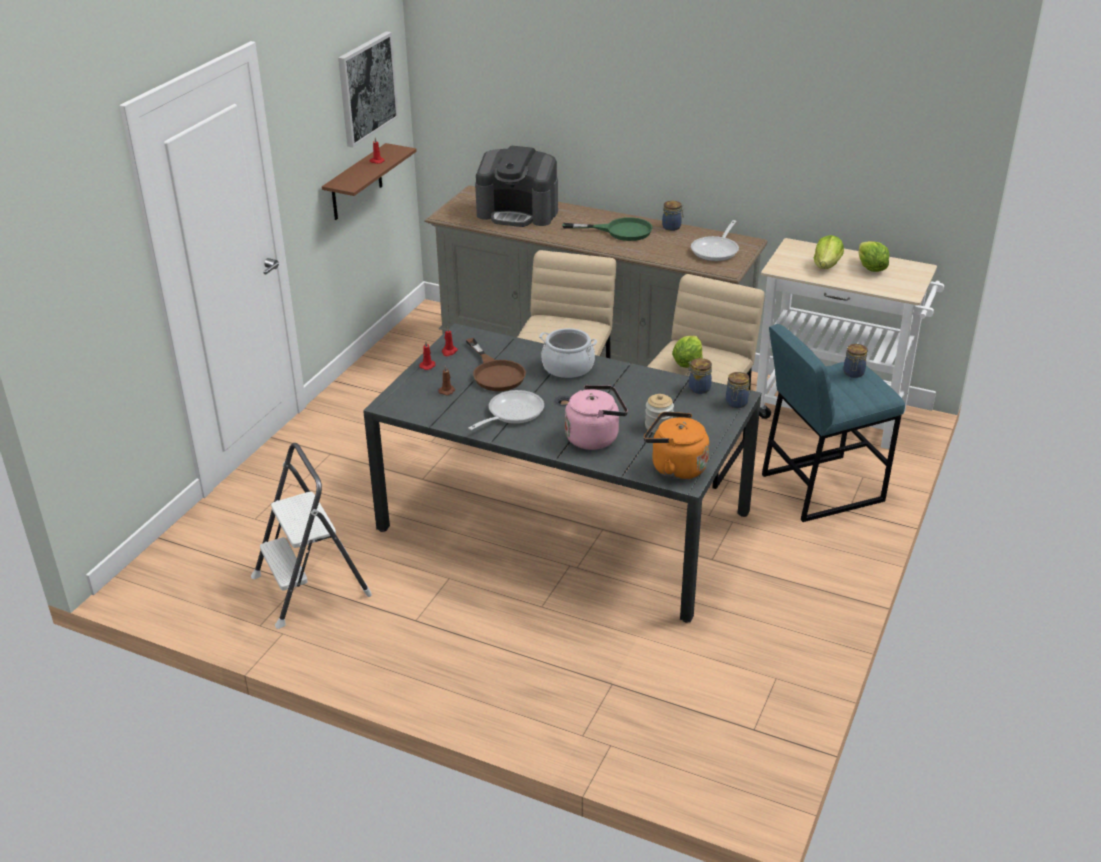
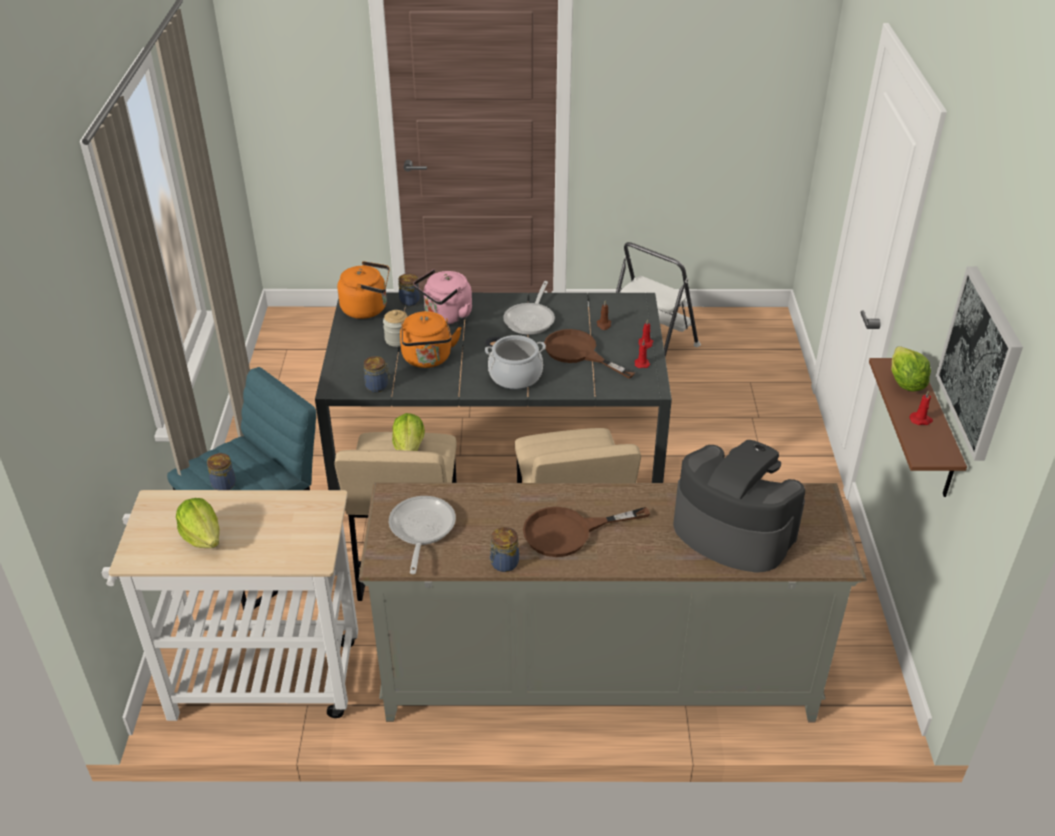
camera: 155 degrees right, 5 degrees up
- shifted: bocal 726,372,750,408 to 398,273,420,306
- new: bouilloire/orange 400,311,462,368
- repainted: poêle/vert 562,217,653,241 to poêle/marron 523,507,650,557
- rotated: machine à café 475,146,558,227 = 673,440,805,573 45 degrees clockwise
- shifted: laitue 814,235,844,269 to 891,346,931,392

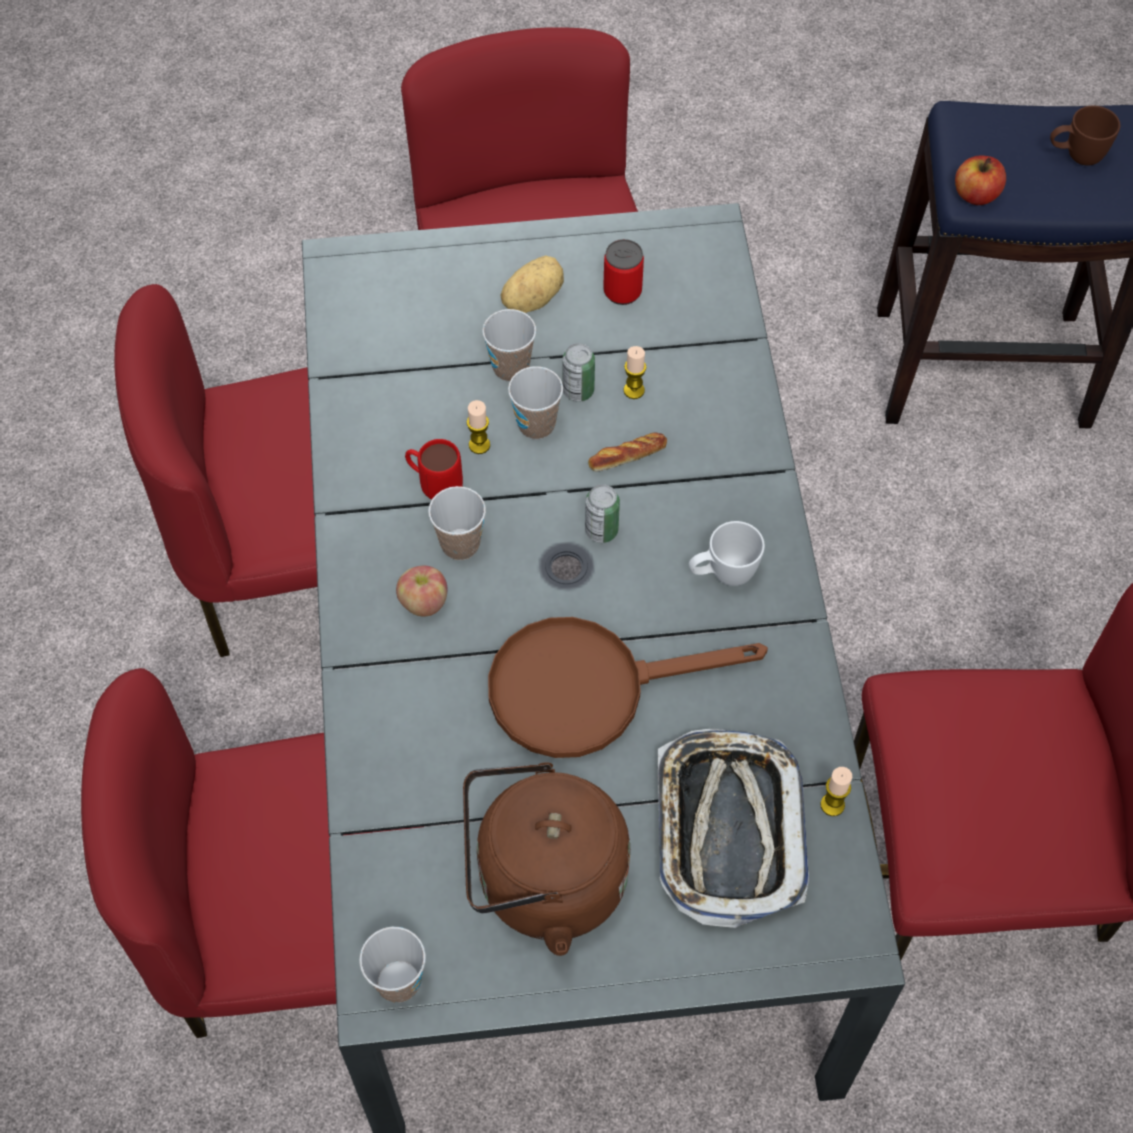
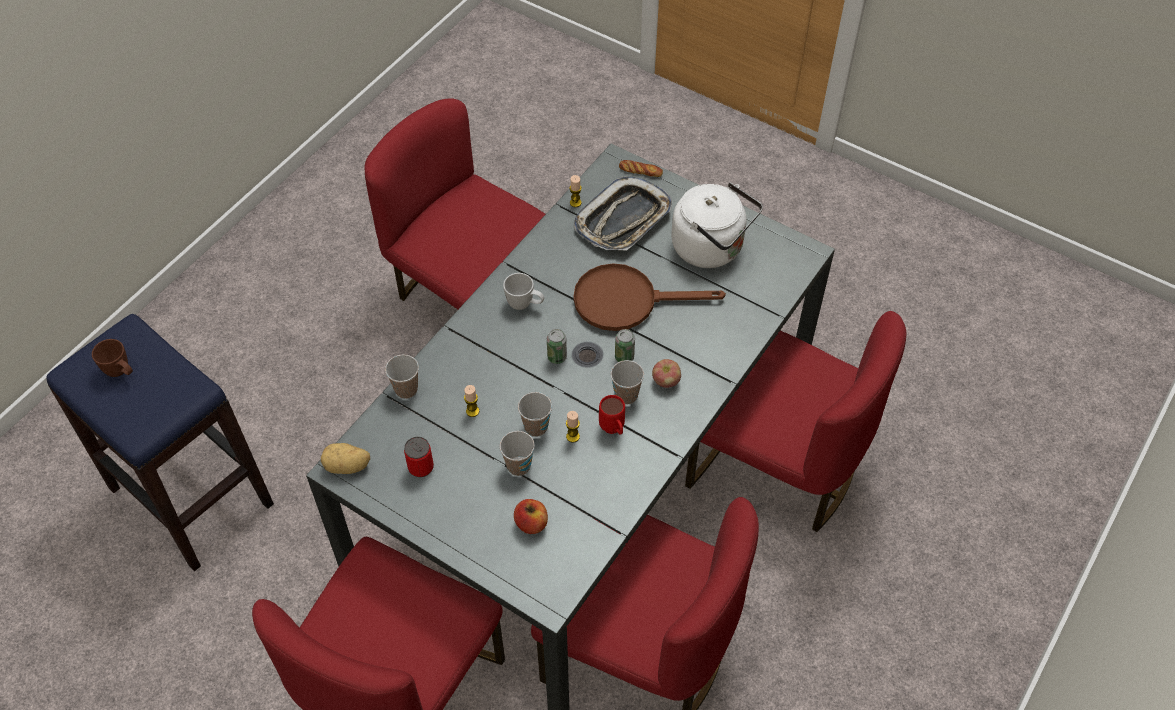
camera: 140 degrees left, 5 degrees down
- shifted: pomme de terre 500,255,564,313 to 321,443,370,474
- shifted: tasse 359,927,426,1003 to 385,355,419,399
- shifted: pomme 955,156,1006,205 to 514,499,548,534
- rotated: poêle/marron 488,617,768,758 = 574,263,726,331 150 degrees clockwise
- shifted: boîte métallique 562,343,595,402 to 615,329,635,362
- shifted: pain 588,432,667,472 to 619,160,663,177
- repainted: bouilloire/marron 463,762,630,956 to bouilloire/blanc 671,183,763,268

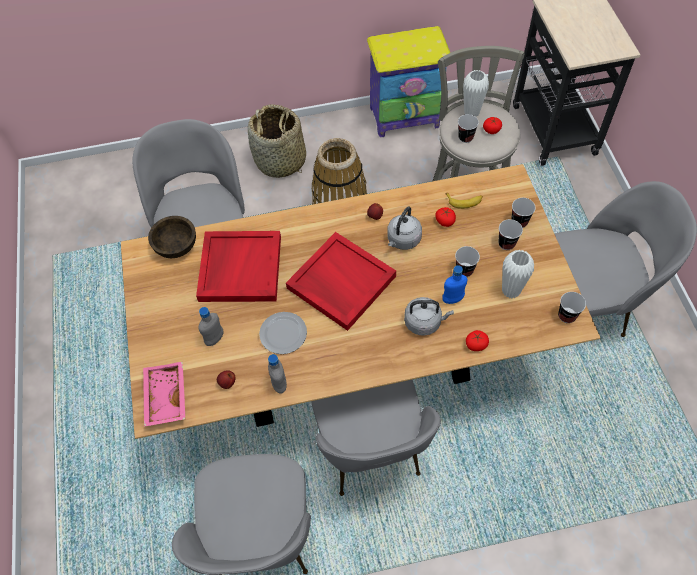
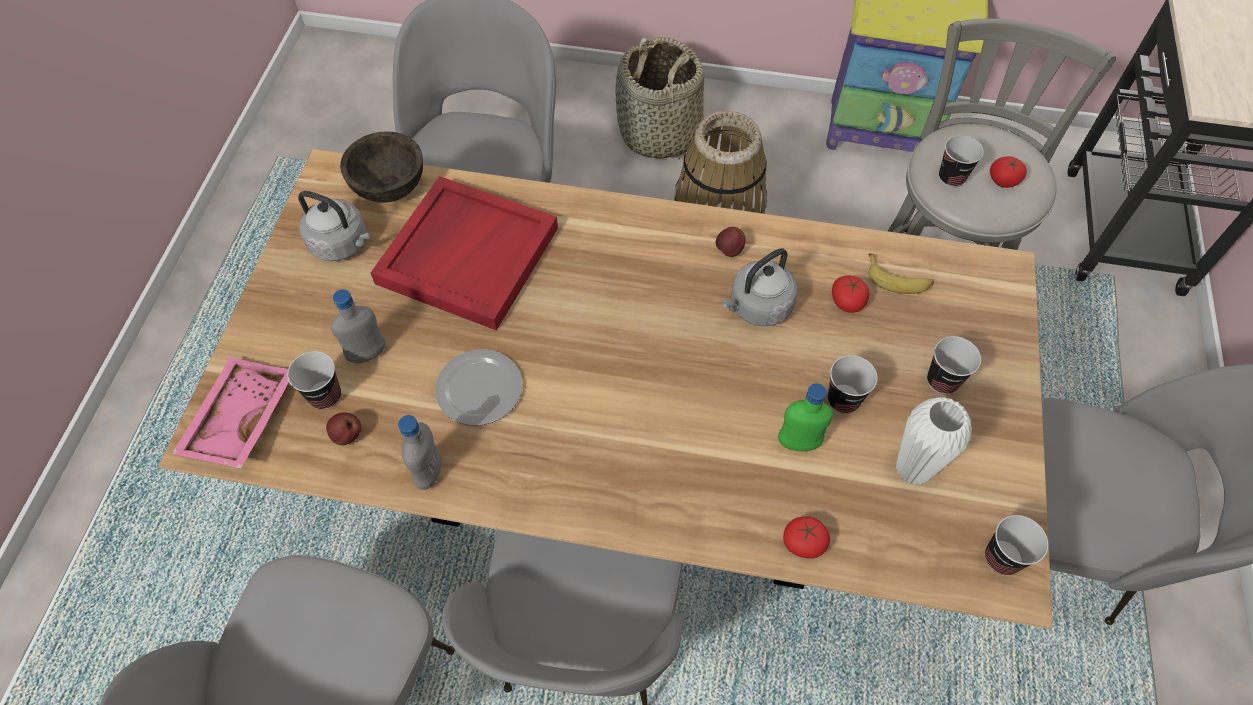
camera: 20 degrees right, 0 degrees up
- shifted: tasse 511,198,536,228 to 287,351,341,410
- shifted: bouilloire/gris 404,297,454,336 to 298,191,371,261
- repainted: bouteille/bleu 442,265,467,304 to bouteille/vert 778,383,833,451
- gone: plateau/rouge 286,232,396,331
- gone: vase/blanc 463,70,489,117

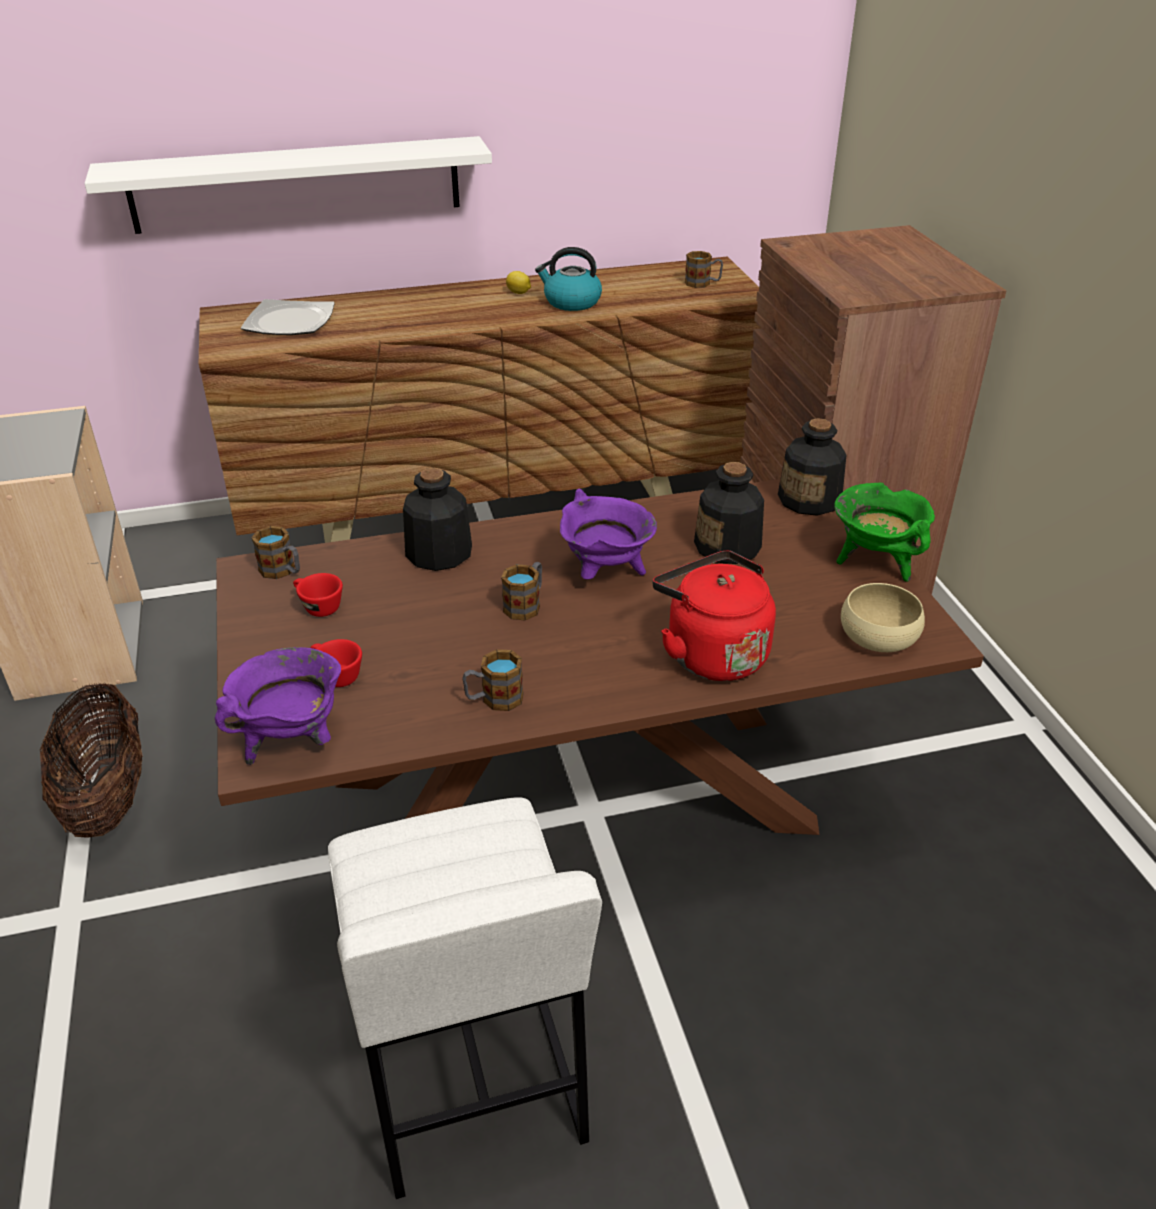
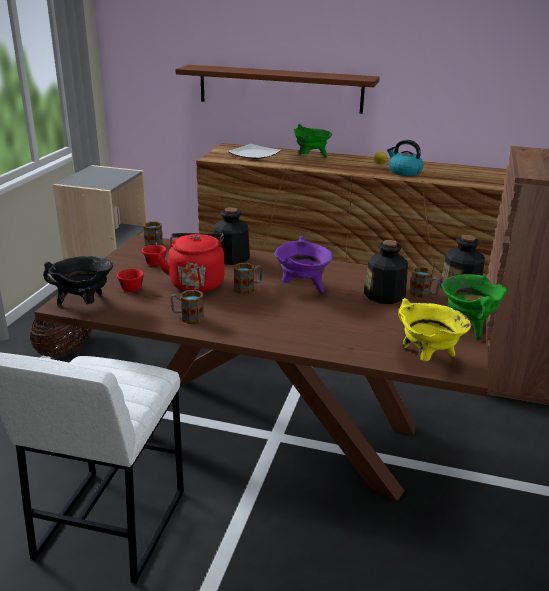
camera: 30 degrees right, 10 degrees down
- repainted: marmite/violet 215,647,341,765 to marmite/noir 43,256,113,306
- shifted: bouilloire/rouge 652,551,776,681 to 155,233,225,292
- repainted: étagère/blanc 85,136,492,234 to étagère/marron 175,65,380,114
- new: marmite/vert 294,124,332,158
- swapped: bol/beige 841,583,925,652 to marmite/jaune 398,298,471,361
- shifted: mug 685,251,723,288 to 409,266,441,298

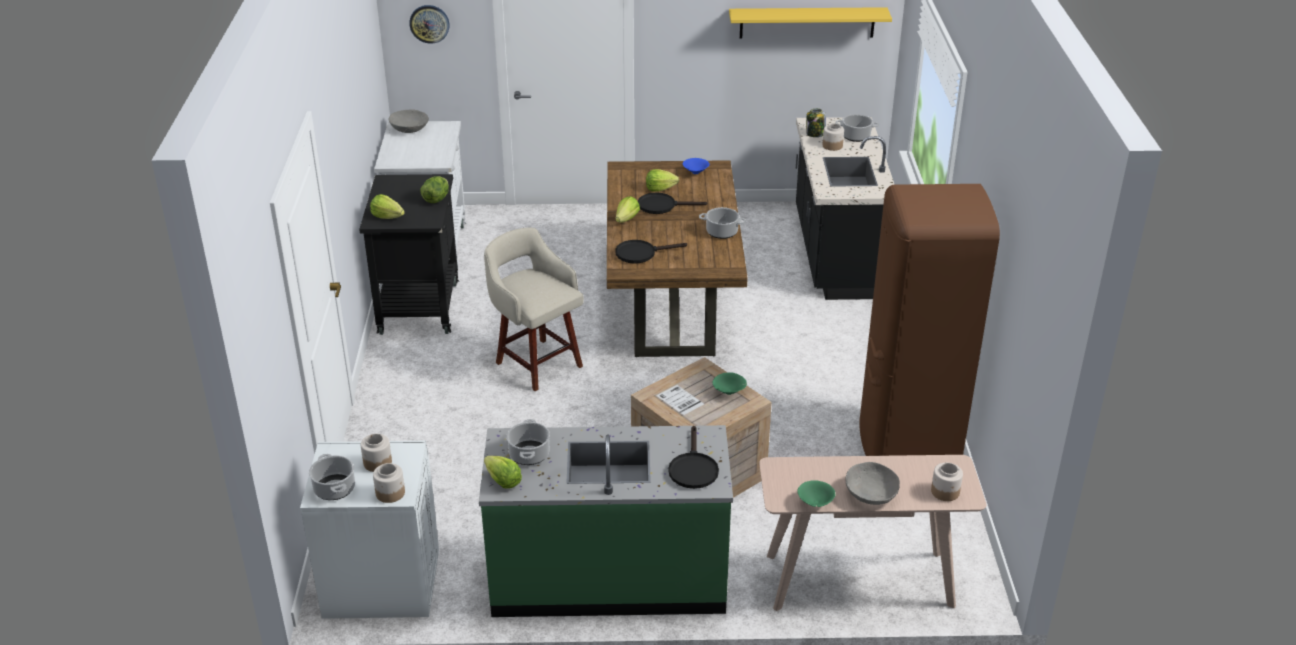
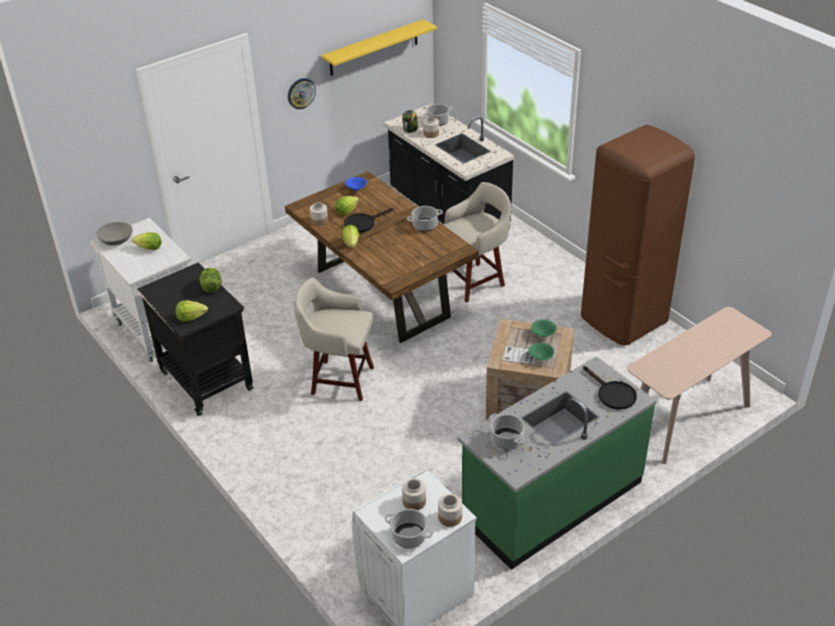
camera: 35 degrees left, 5 degrees up
- shifted: laitue 484,456,522,489 to 132,232,162,250
- shifted: horloge murale 409,5,449,44 to 288,78,316,109
- shifted: bocal 931,463,963,501 to 310,203,328,226
- new: tabouret/beige 443,182,511,303
- shifted: bol/vert 797,480,836,507 to 528,343,554,360
- gone: poêle/noir 615,240,687,264
- gone: bol/gris 845,462,900,505

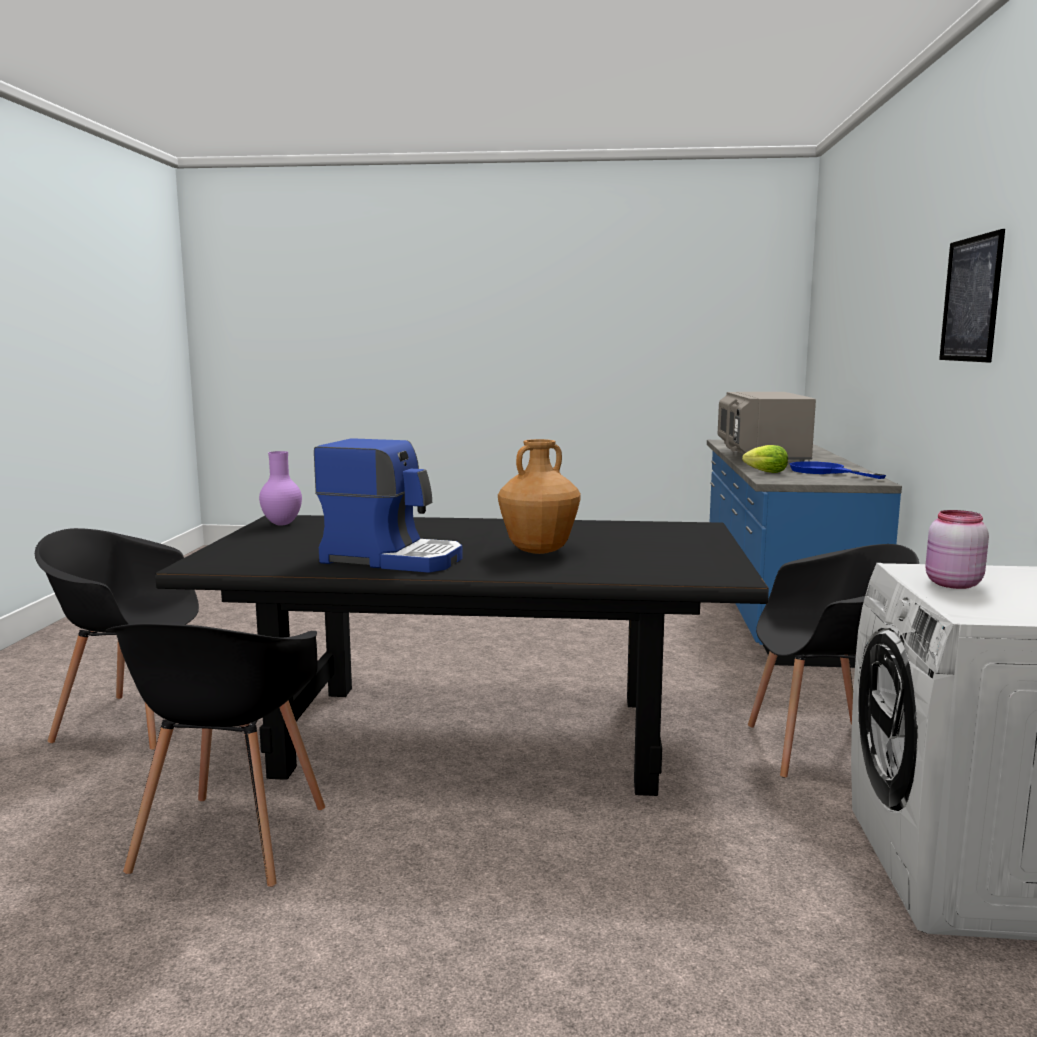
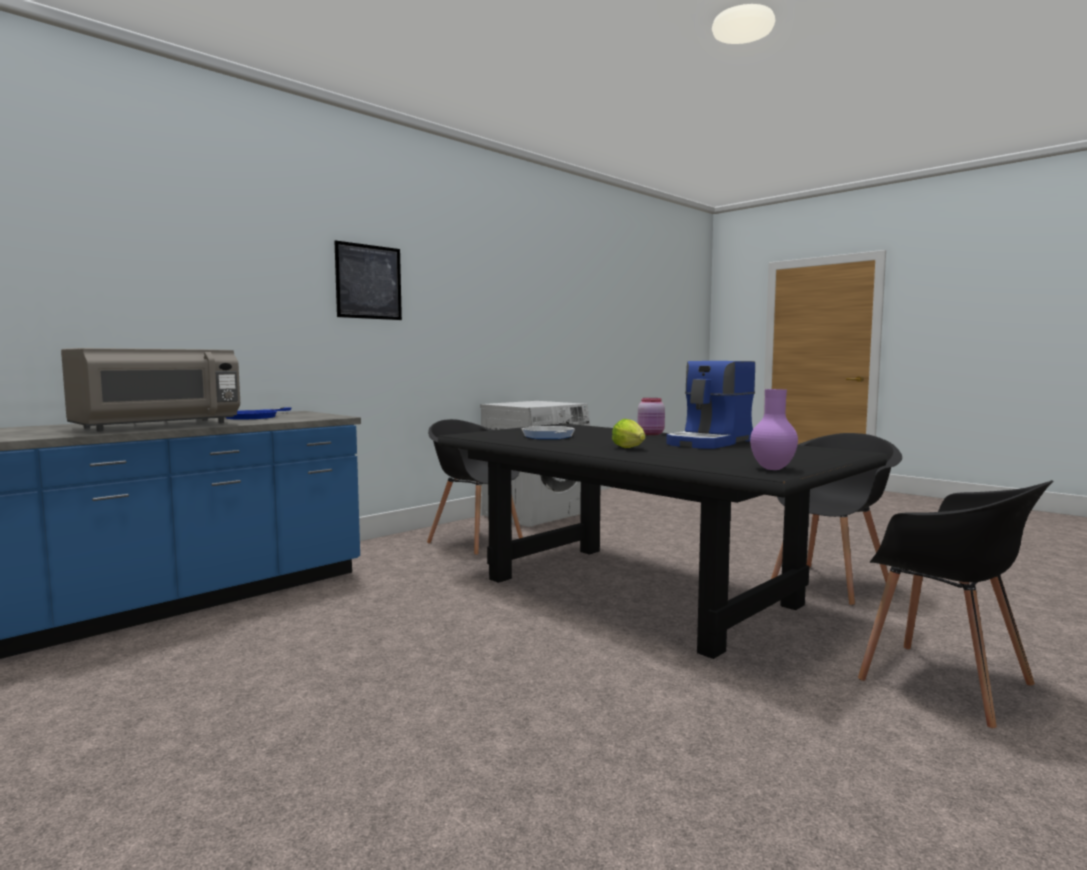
camera: 140 degrees left, 5 degrees down
- new: poêle 521,426,575,439
- shifted: laitue 742,445,788,473 to 612,419,646,448
- shifted: bocal/rose 926,510,989,589 to 638,398,665,435
- rotated: machine à café 314,438,463,573 = 666,361,755,449 105 degrees counterclockwise
- gone: vase/marron 498,439,581,554

